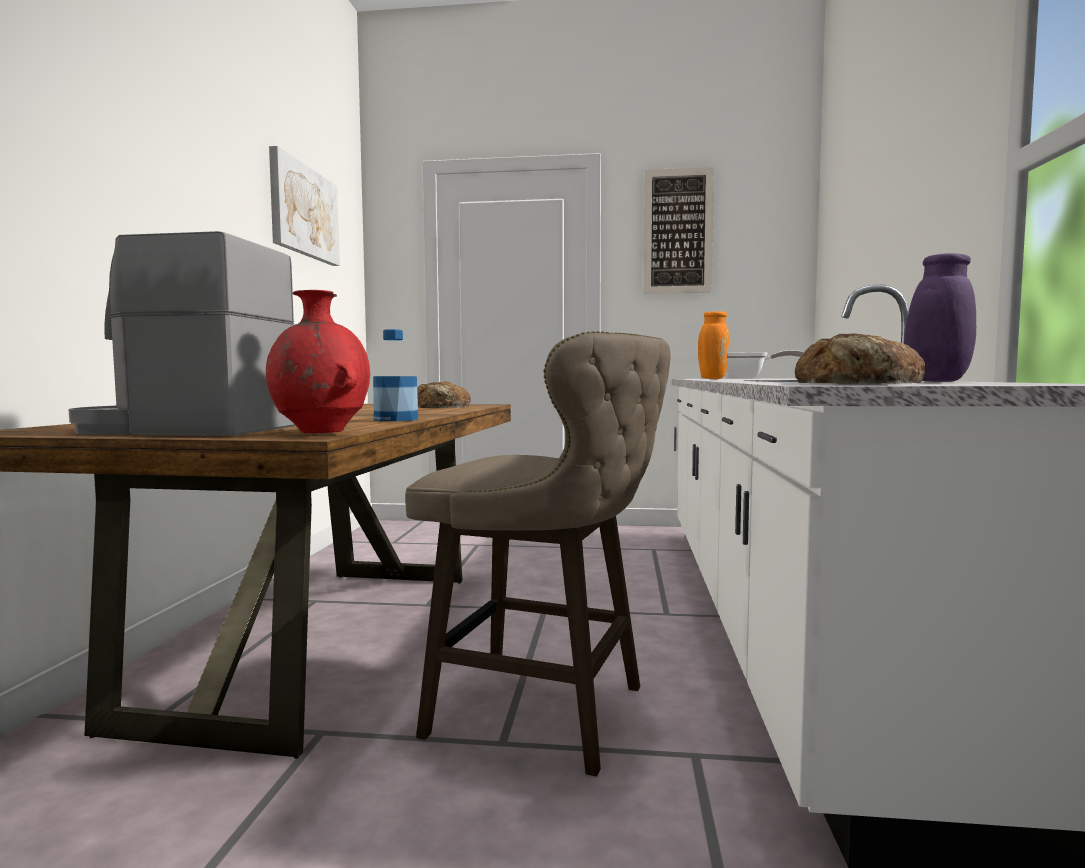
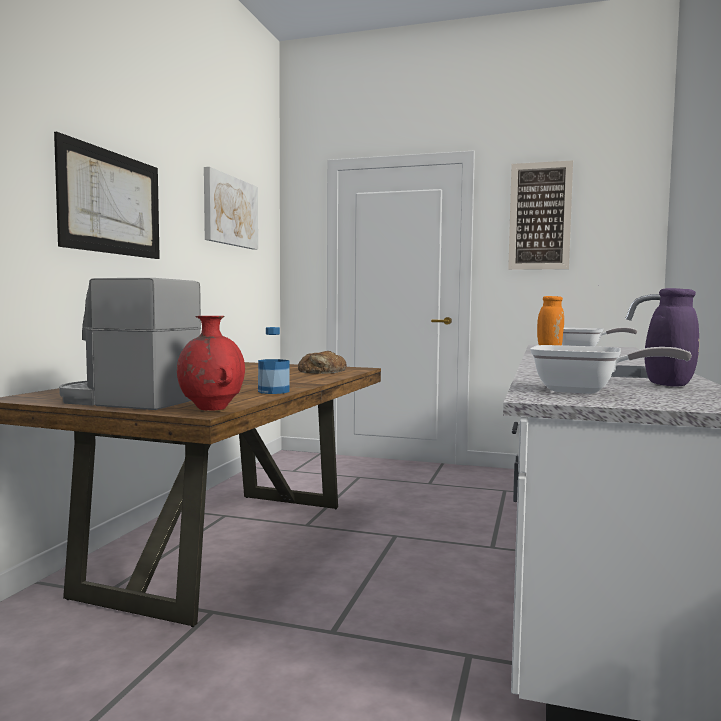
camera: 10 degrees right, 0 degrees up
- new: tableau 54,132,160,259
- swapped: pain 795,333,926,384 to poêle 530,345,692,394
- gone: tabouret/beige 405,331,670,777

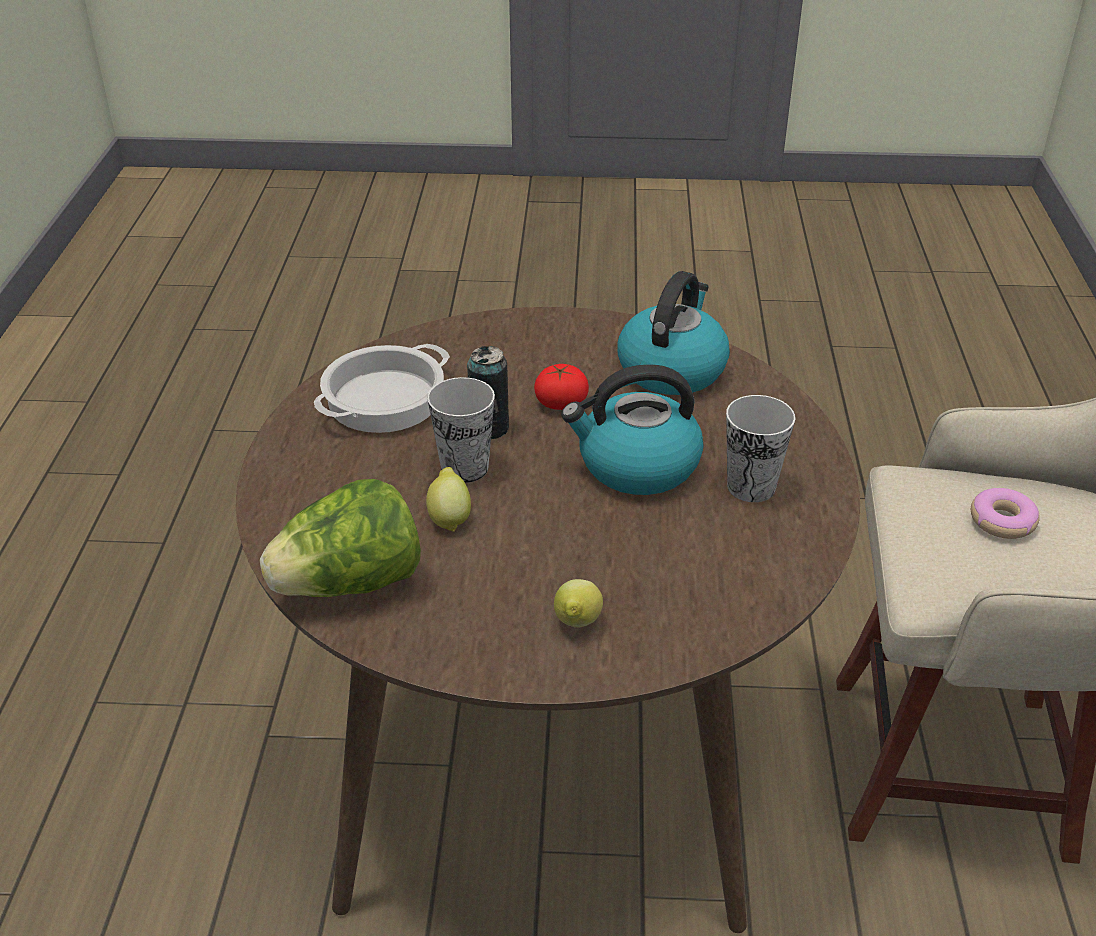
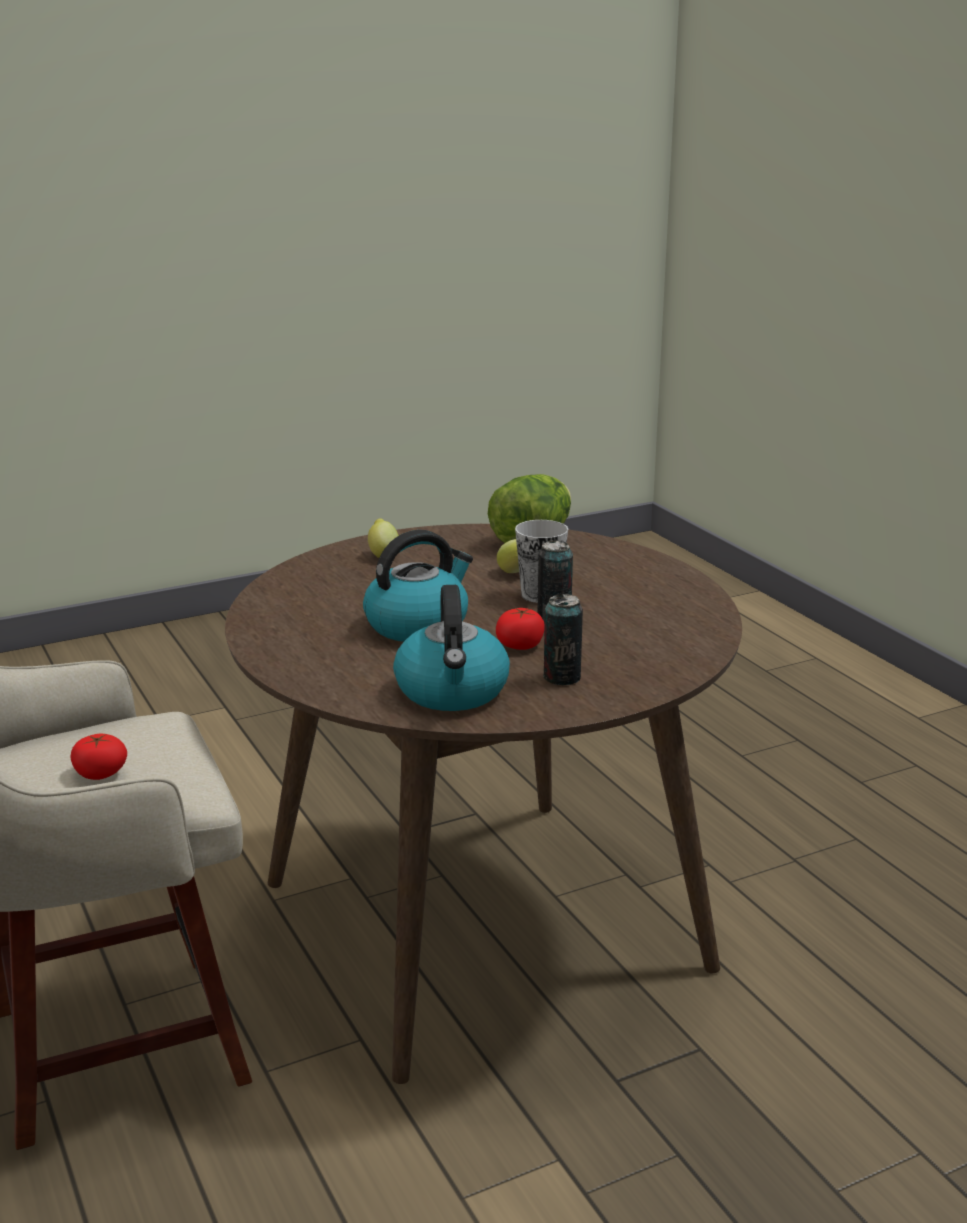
camera: 150 degrees right, 15 degrees down
- swapped: beignet 971,488,1040,539 to tomate 71,734,127,780
- new: boîte métallique 543,594,583,685
- gone: marmite 314,344,450,433
- gone: tasse 726,395,795,502

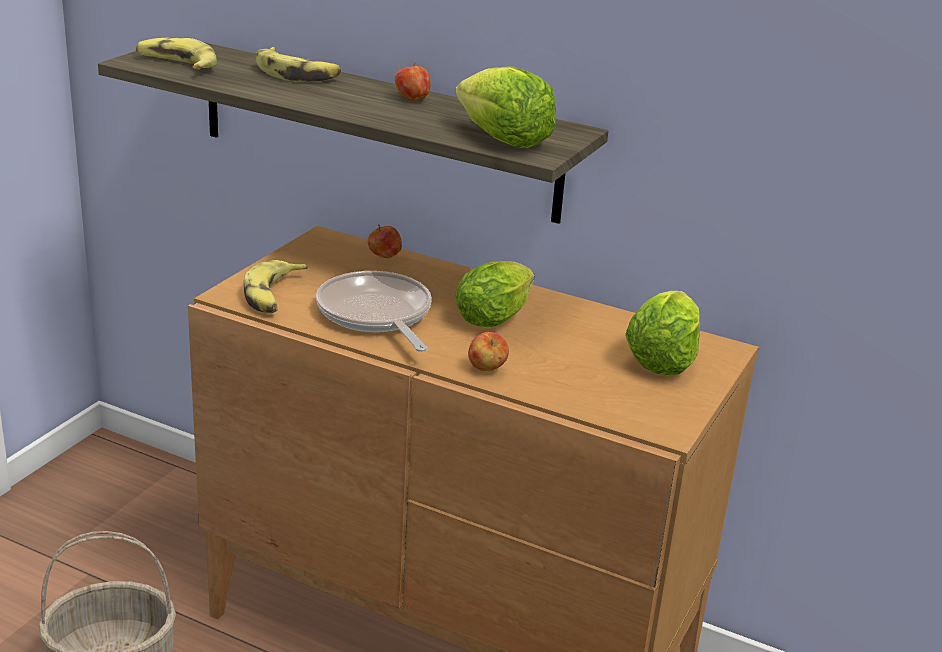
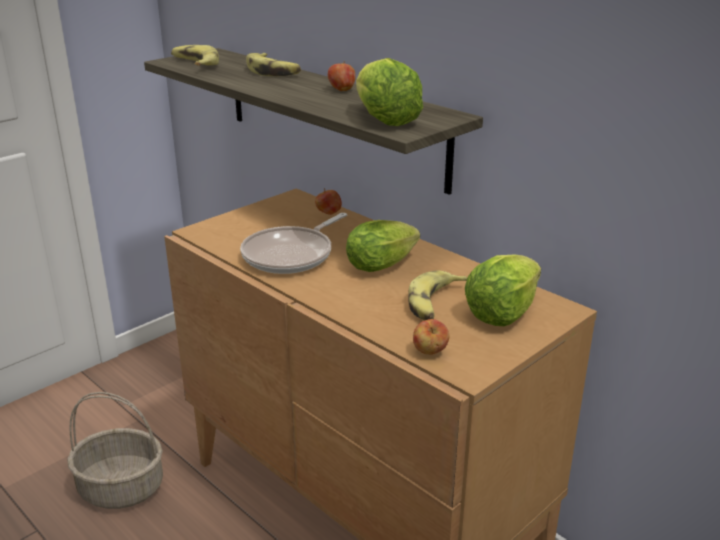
camera: 20 degrees right, 0 degrees up
- rotated: poêle 316,271,432,352 = 240,213,347,274 135 degrees counterclockwise
- shifted: banane 244,260,308,314 to 408,270,467,320
- shifted: pomme 468,332,509,371 to 413,319,449,355

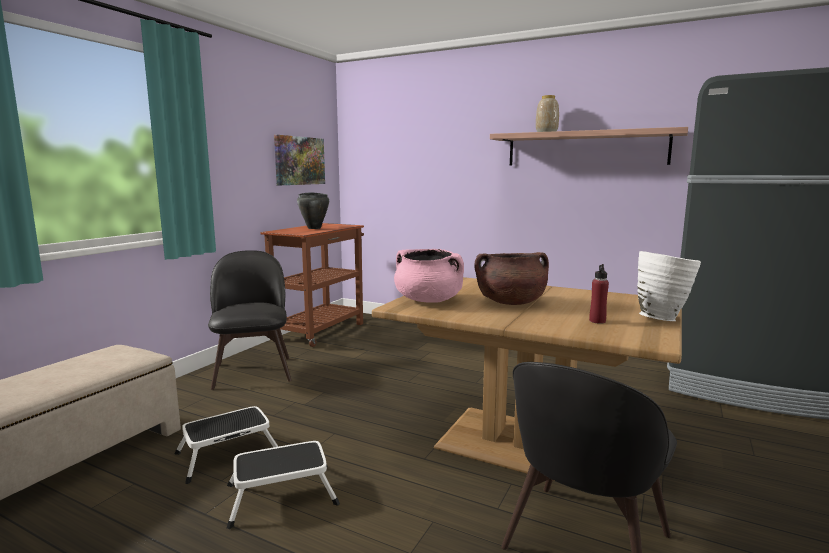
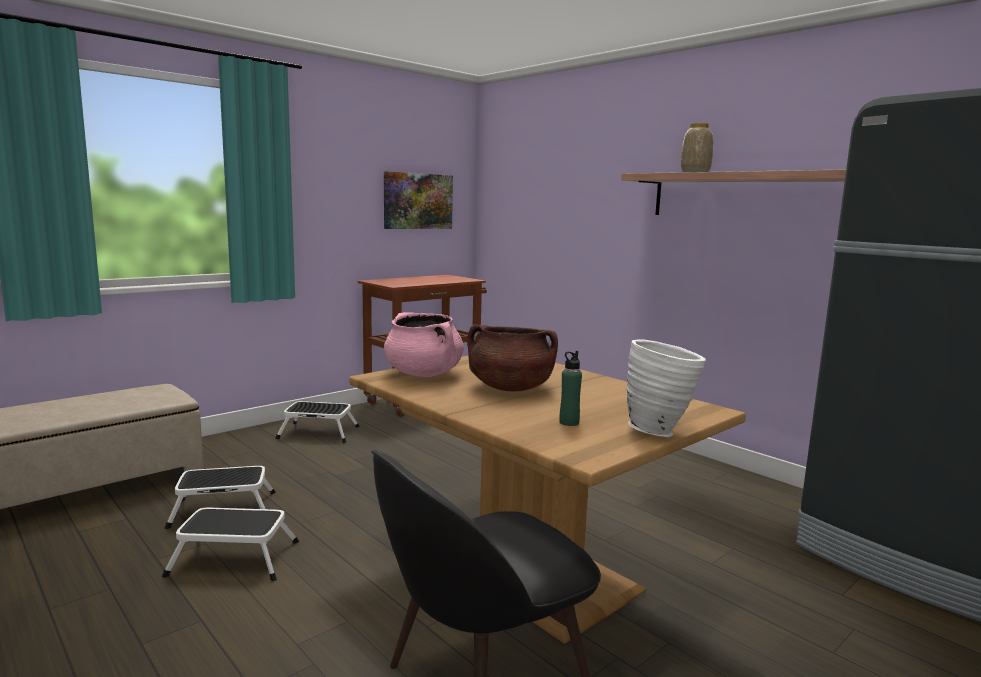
camera: 20 degrees right, 0 degrees up
- swapped: chaise/noir 208,250,292,390 to escabeau/noir 275,401,360,443
- repainted: bouteille/rouge 589,264,609,324 to bouteille/vert 559,351,582,426
- gone: marmite/noir 297,192,329,229

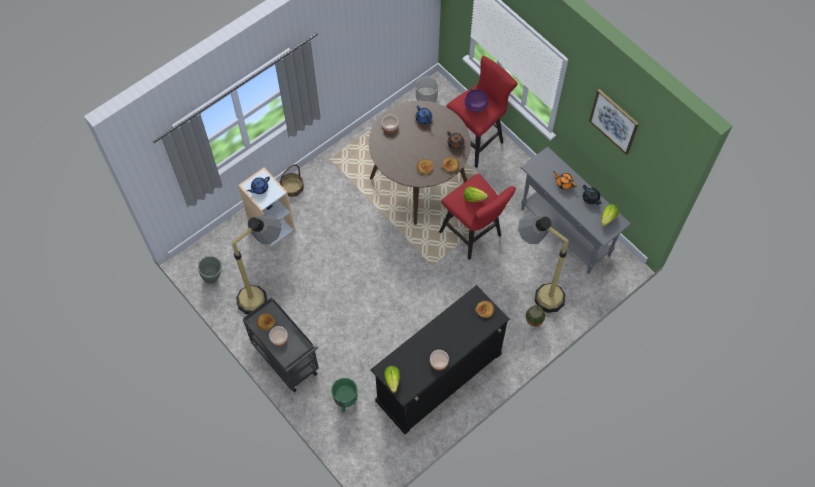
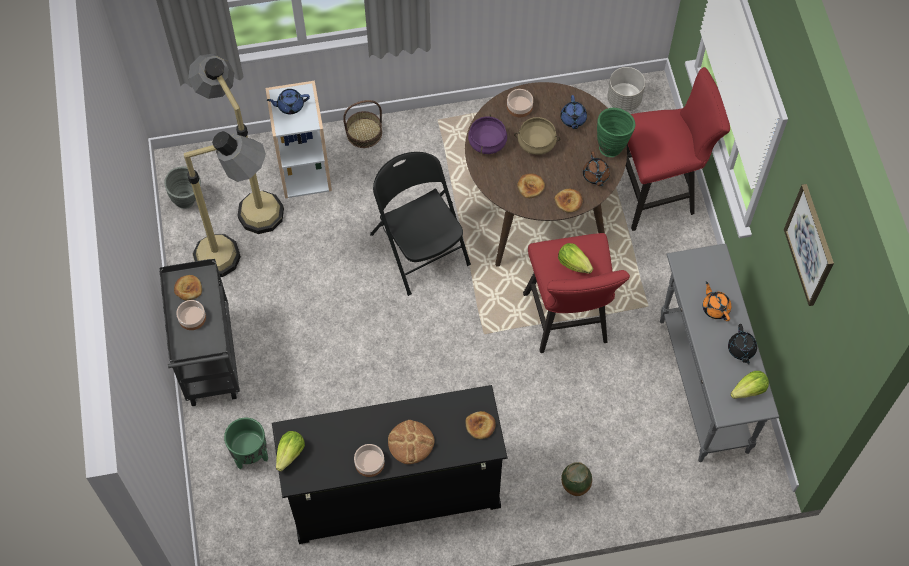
camera: 30 degrees right, 0 degrees up
- shifted: lampadaire 518,215,569,313 to 188,53,284,234
- new: chaise/noir 370,152,471,296
- new: pain 388,420,435,464
- shifted: marmite/violet 464,89,489,112 to 468,114,507,154
- new: marmite/beige 514,117,561,155
- new: vase/vert 597,108,635,157

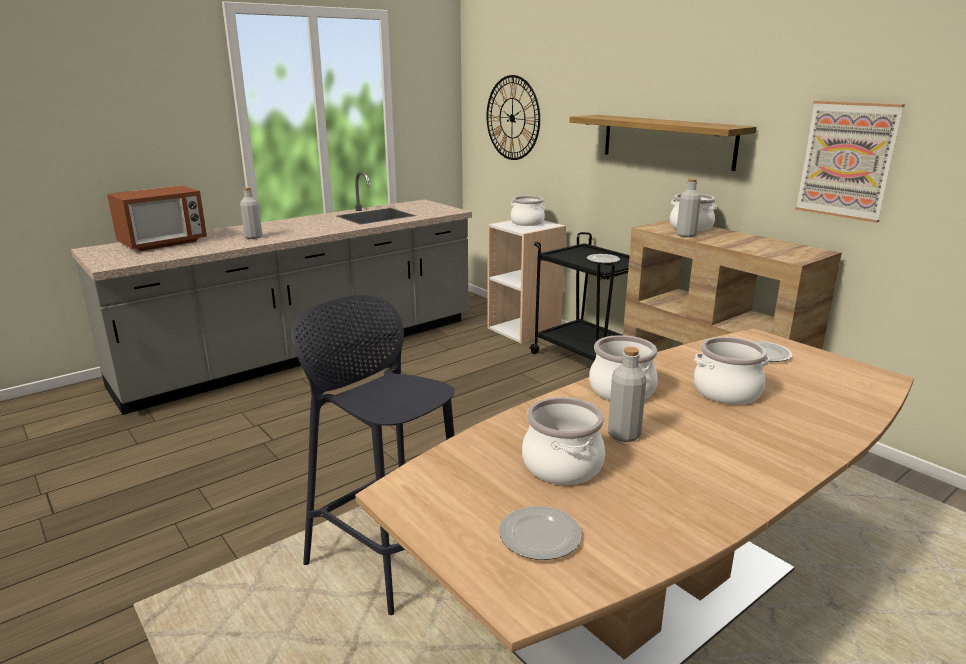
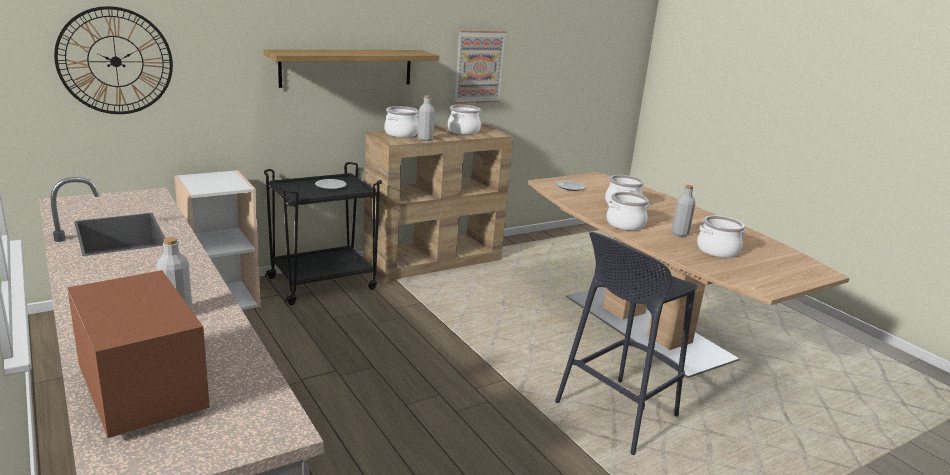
camera: 85 degrees left, 0 degrees up
- shifted: marmite 511,196,545,226 to 448,105,481,134
- gone: assiette 499,506,582,560

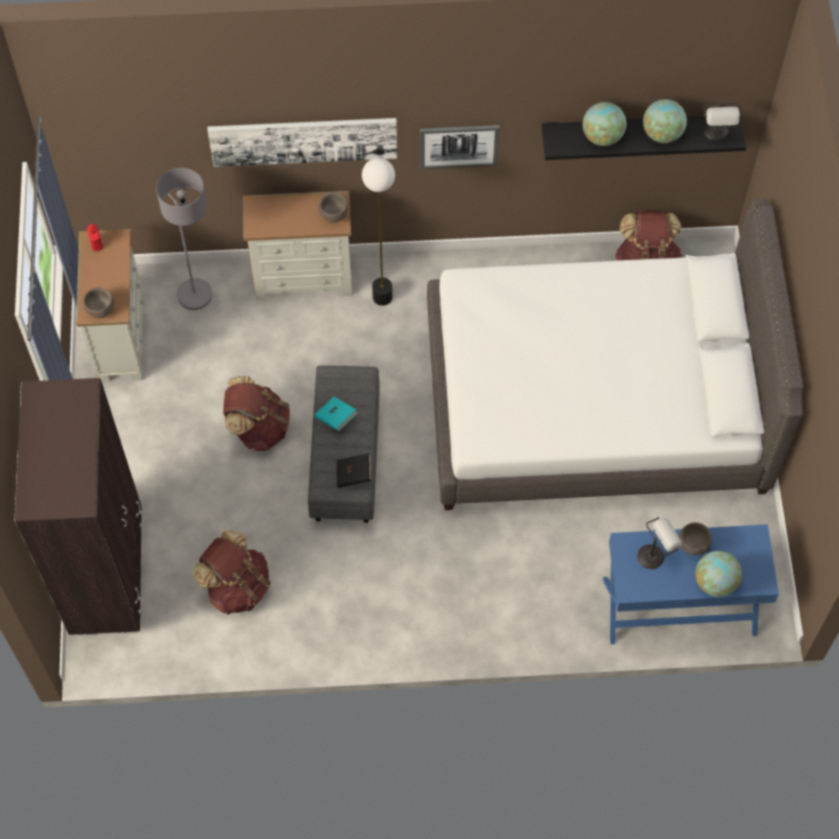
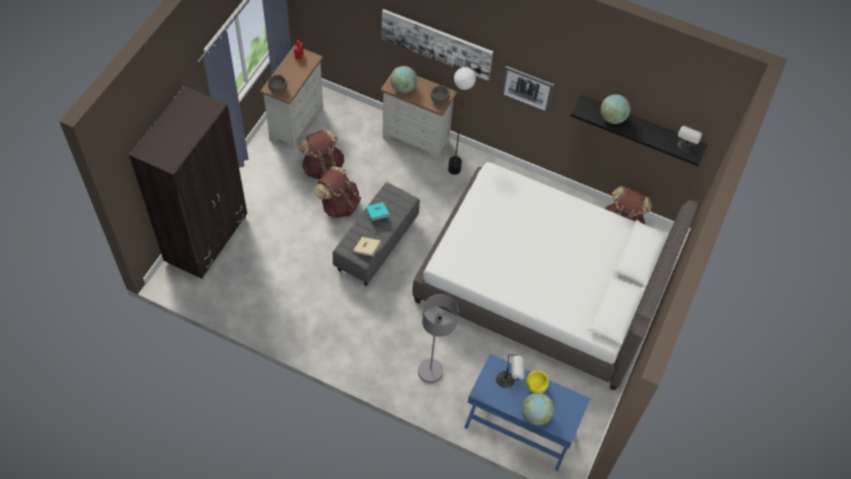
camera: 25 degrees right, 5 degrees down
- shifted: sac à dos/marron 193,530,271,615 to 298,130,344,180
- repainted: livre/noir 337,453,372,488 to livre/beige 353,237,382,257
- shifted: globe 643,99,687,143 to 390,66,417,93
- shifted: lampadaire/gris 156,168,212,310 to 418,294,458,383
- repainted: bol/marron 679,522,712,555 to bol/jaune 526,370,549,393

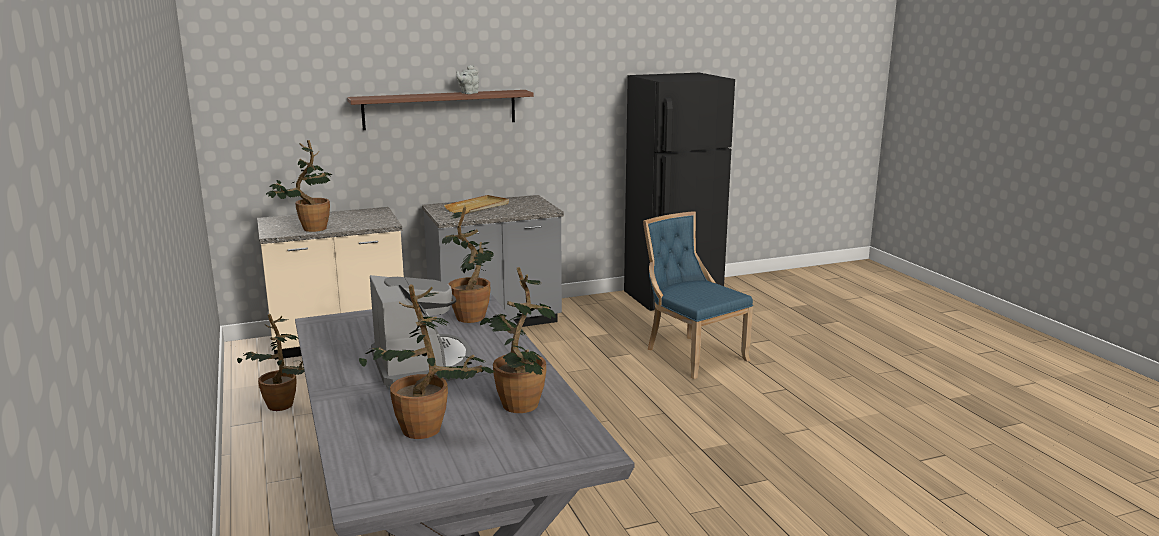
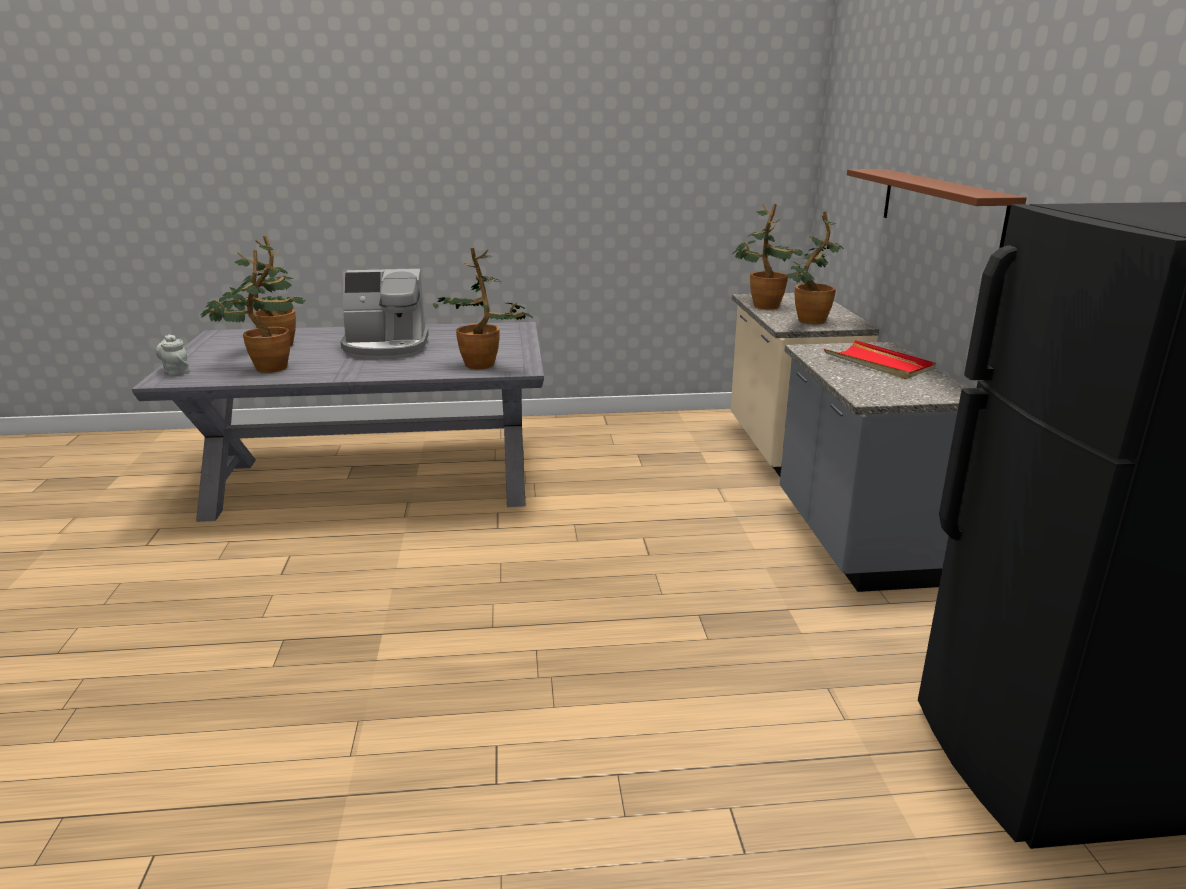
camera: 105 degrees right, 5 degrees up
- shifted: théière/gris 456,65,479,94 to 156,334,190,376
- shifted: plante en pot 237,314,304,411 to 786,212,844,324
- repainted: plateau/beige 444,195,509,214 to plateau/rouge 824,340,936,379
- gone: chaise/bleu 643,211,753,379

